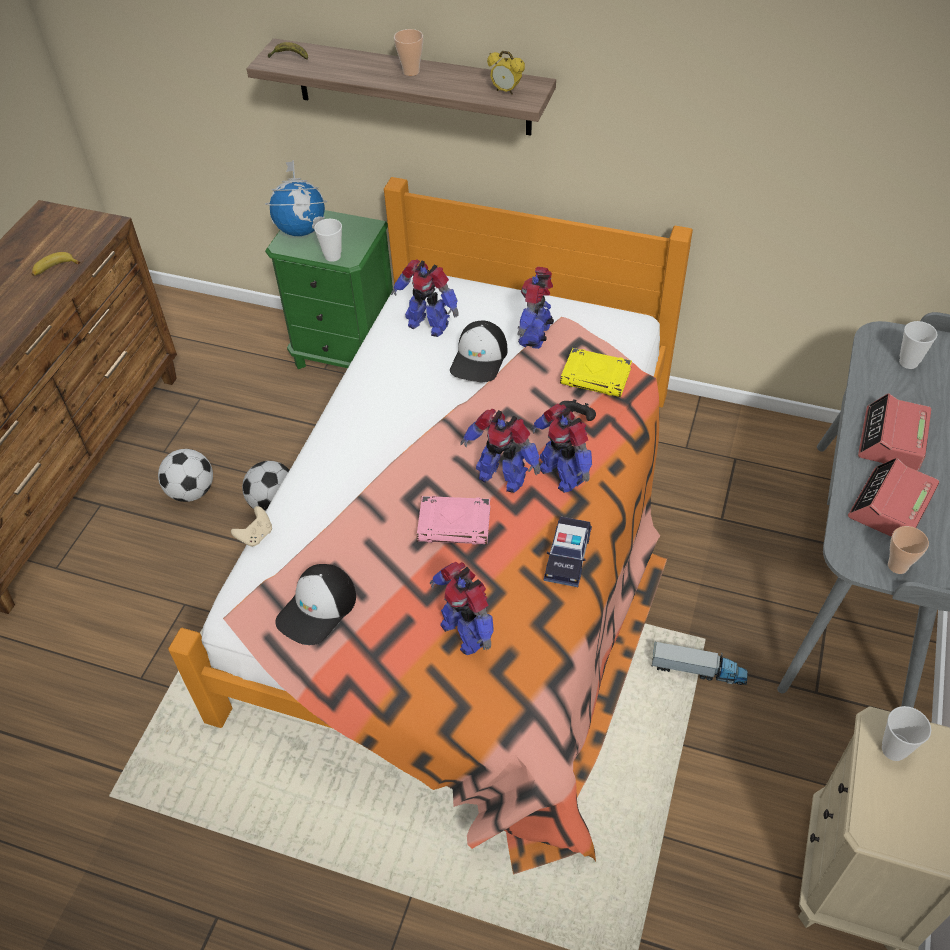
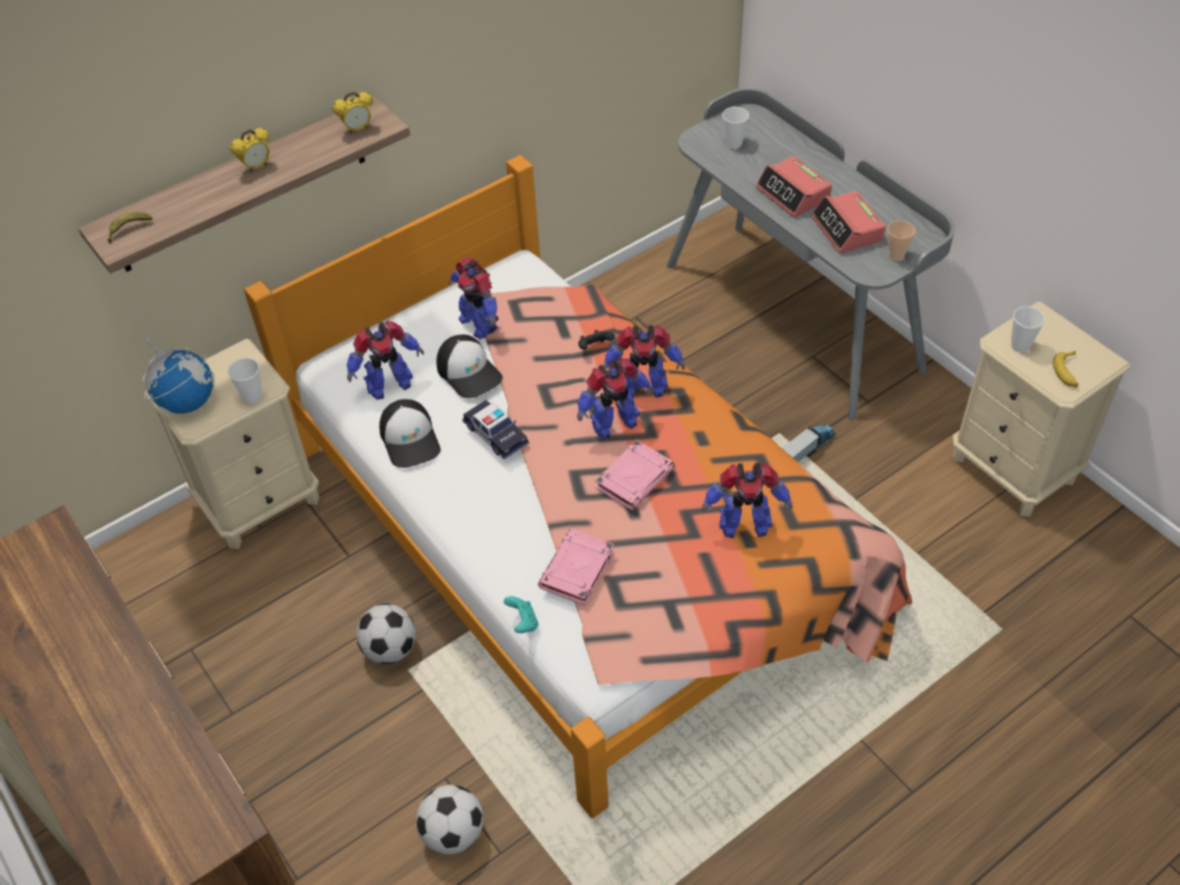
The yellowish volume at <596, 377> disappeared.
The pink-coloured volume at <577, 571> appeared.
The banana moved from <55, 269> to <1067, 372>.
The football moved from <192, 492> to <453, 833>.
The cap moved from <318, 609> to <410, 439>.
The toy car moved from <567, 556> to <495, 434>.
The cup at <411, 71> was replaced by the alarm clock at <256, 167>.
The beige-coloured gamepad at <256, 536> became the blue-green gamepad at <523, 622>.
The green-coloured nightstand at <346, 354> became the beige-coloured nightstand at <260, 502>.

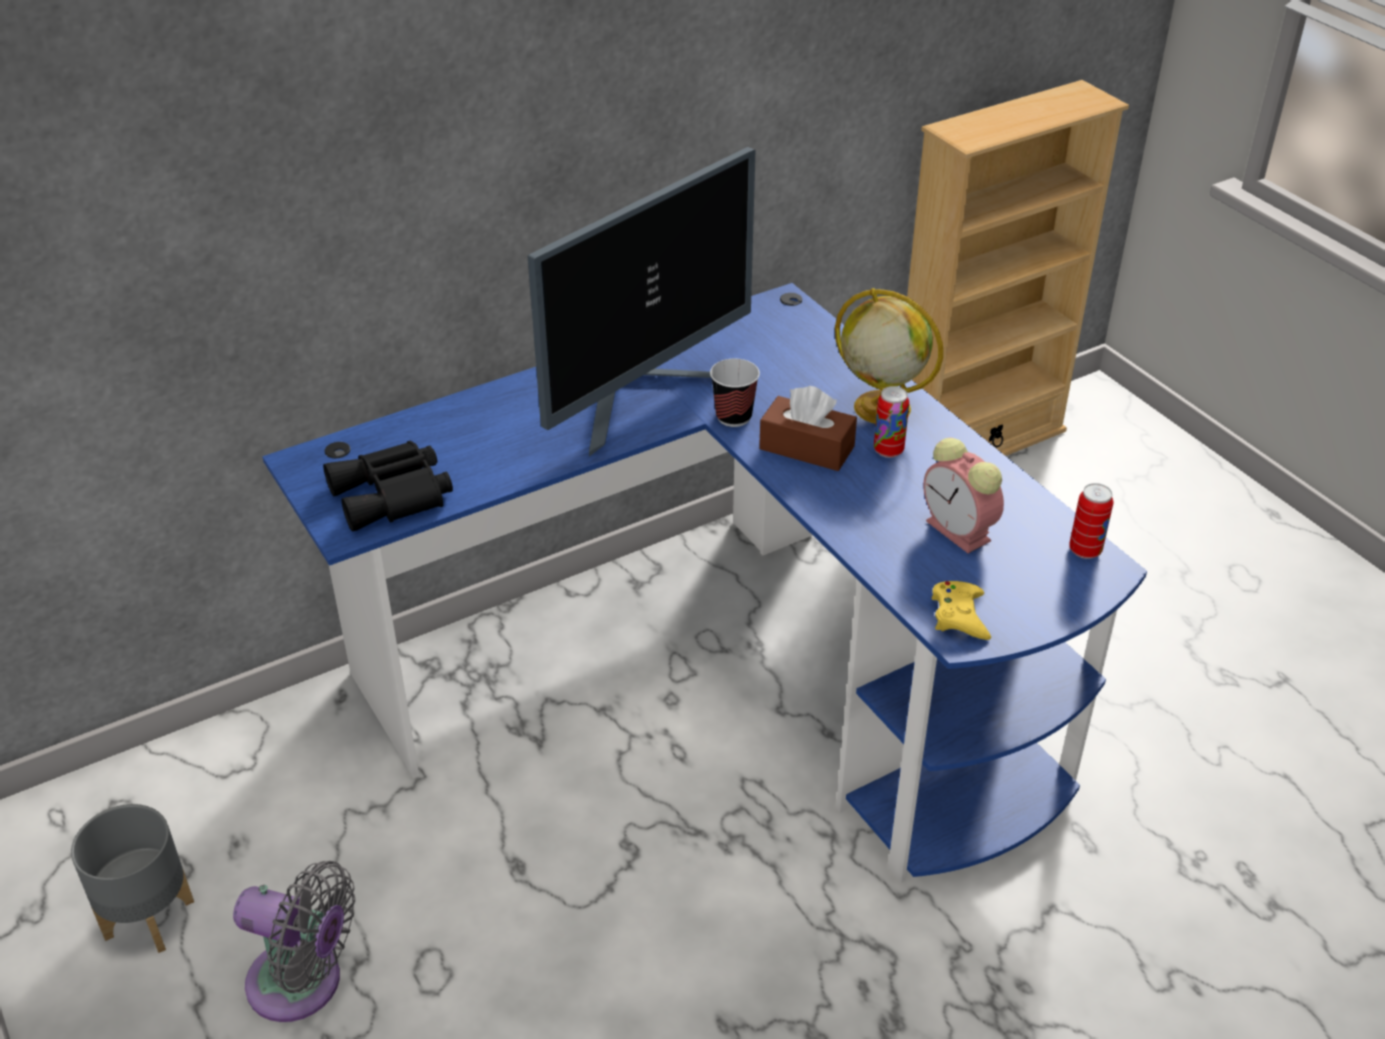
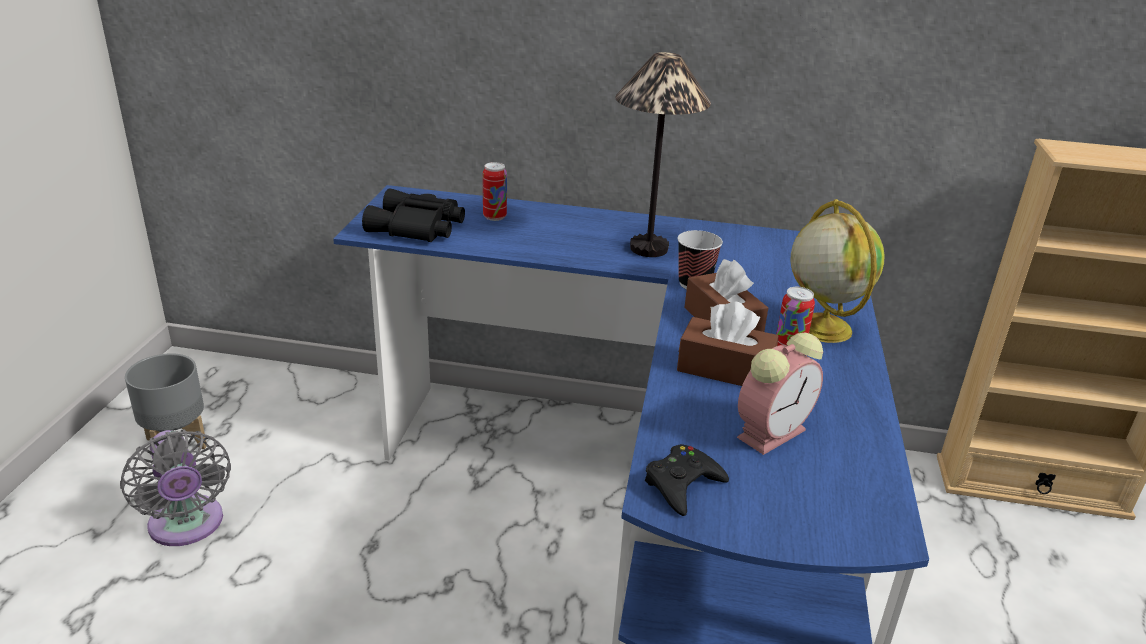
The brown tissue holder at <725, 369> appeared.
The can moved from <1085, 550> to <494, 217>.
The computer display at <644, 395> was replaced by the lamp for a table at <649, 248>.
The yellowish gamepad at <959, 616> became the black gamepad at <682, 485>.
The alarm clock at <961, 532> turned 135 degrees counterclockwise.

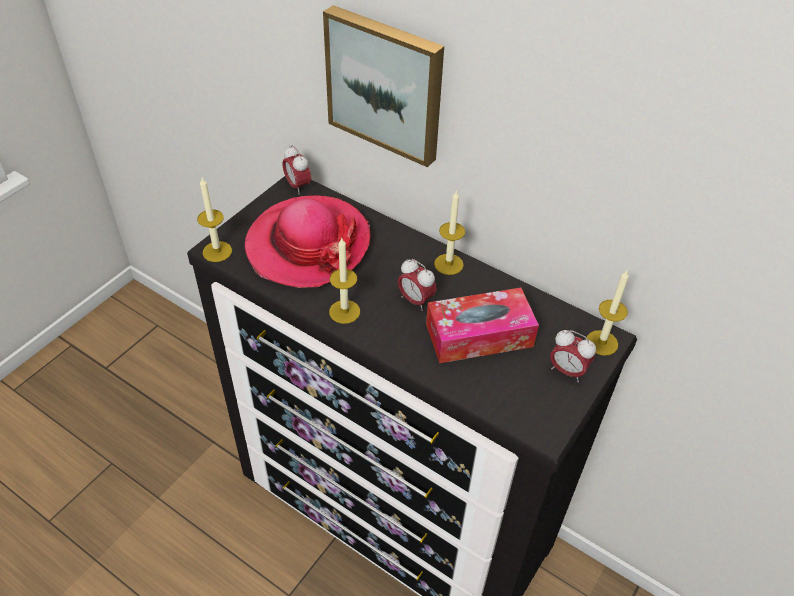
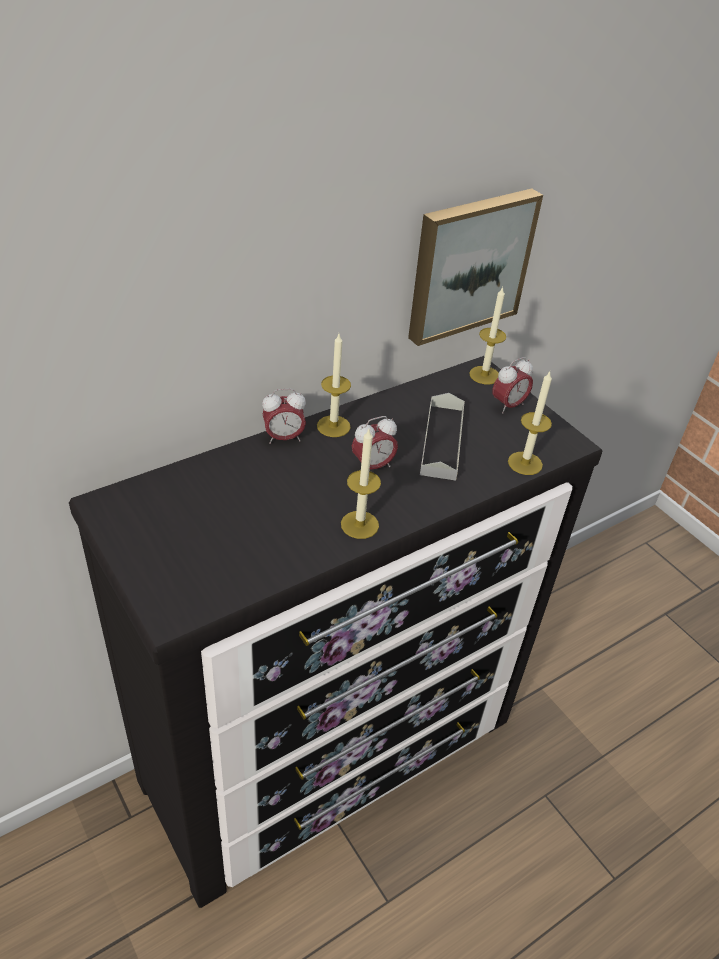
The clothing hat at <307, 244> disappeared.
The wax candle moved from <217, 251> to <525, 463>.
The alarm clock moved from <298, 186> to <284, 438>.
The wall picture moved from <386, 84> to <468, 264>.
The tissue holder at <479, 335> was replaced by the gray tray at <442, 441>.

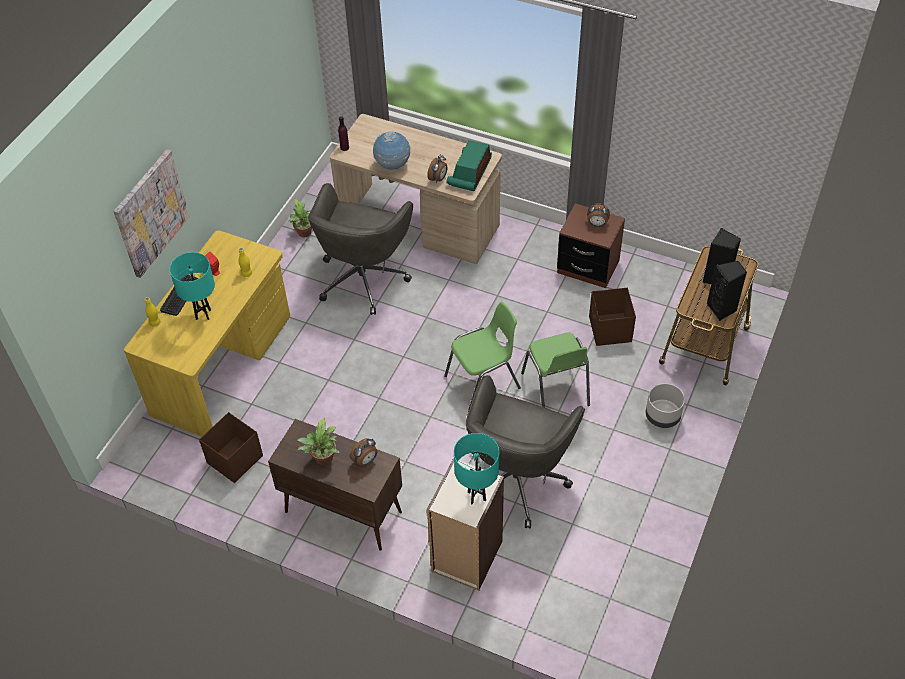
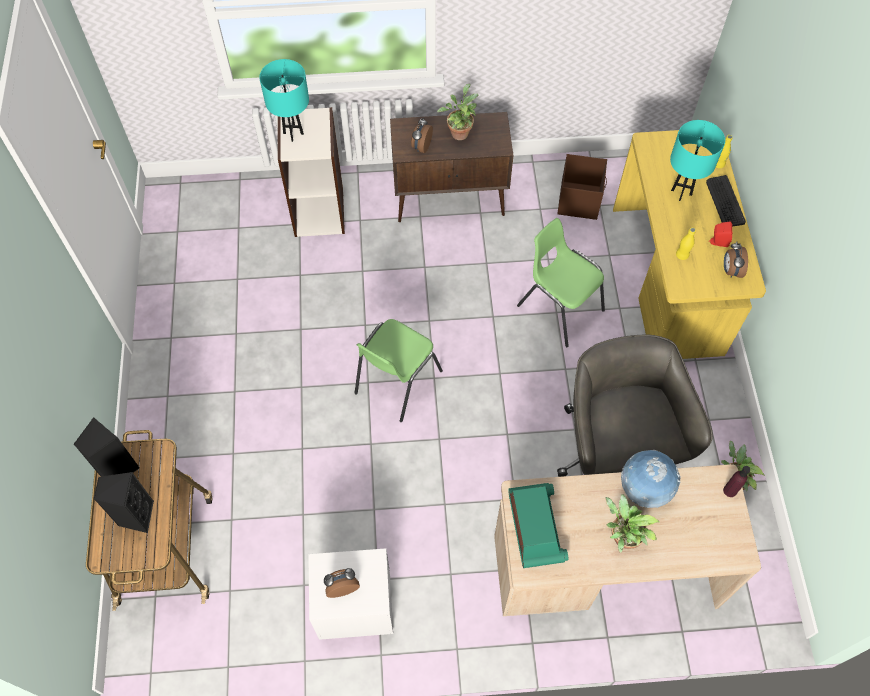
The wall picture at <151, 213> disappeared.
The gray office chair at <517, 478> disappeared.
The brown storage container at <610, 330> disappeared.
The gray planter at <662, 416> disappeared.
The potted plant at <621, 537> appeared.
The alarm clock moved from <438, 179> to <730, 270>.
The green-coloured chair moved from <556, 390> to <559, 308>.
The brown nightstand at <588, 267> became the whitish nightstand at <355, 606>.

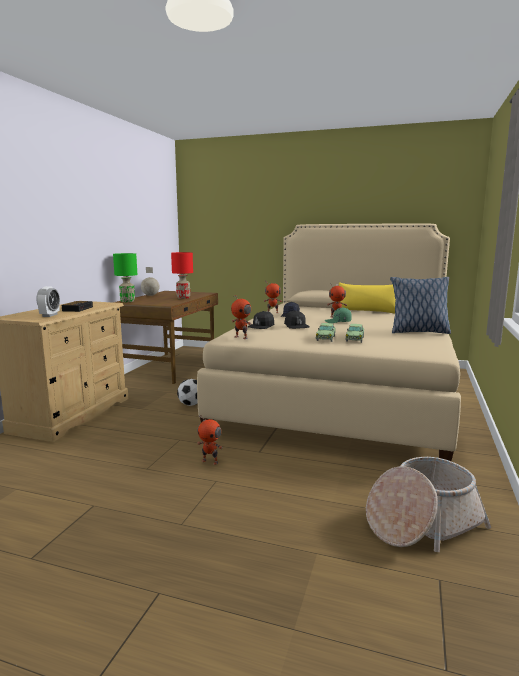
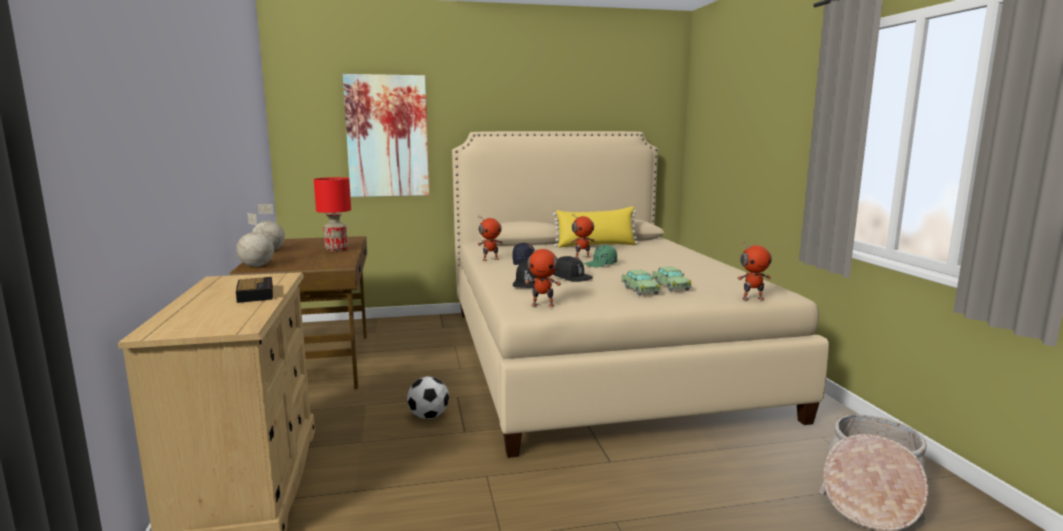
The alarm clock at <50, 315> disappeared.
The throw pillow at <418, 332> disappeared.
The wall picture at <387, 136> appeared.
The toy robot moved from <210, 461> to <752, 298>.
The green-coloured lamp for a table at <127, 301> was replaced by the world globe at <256, 266>.

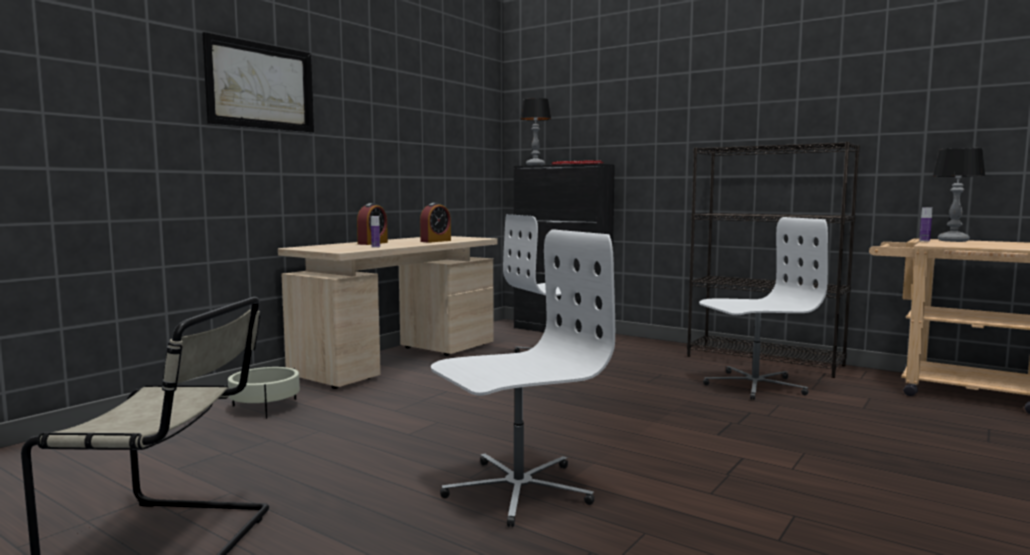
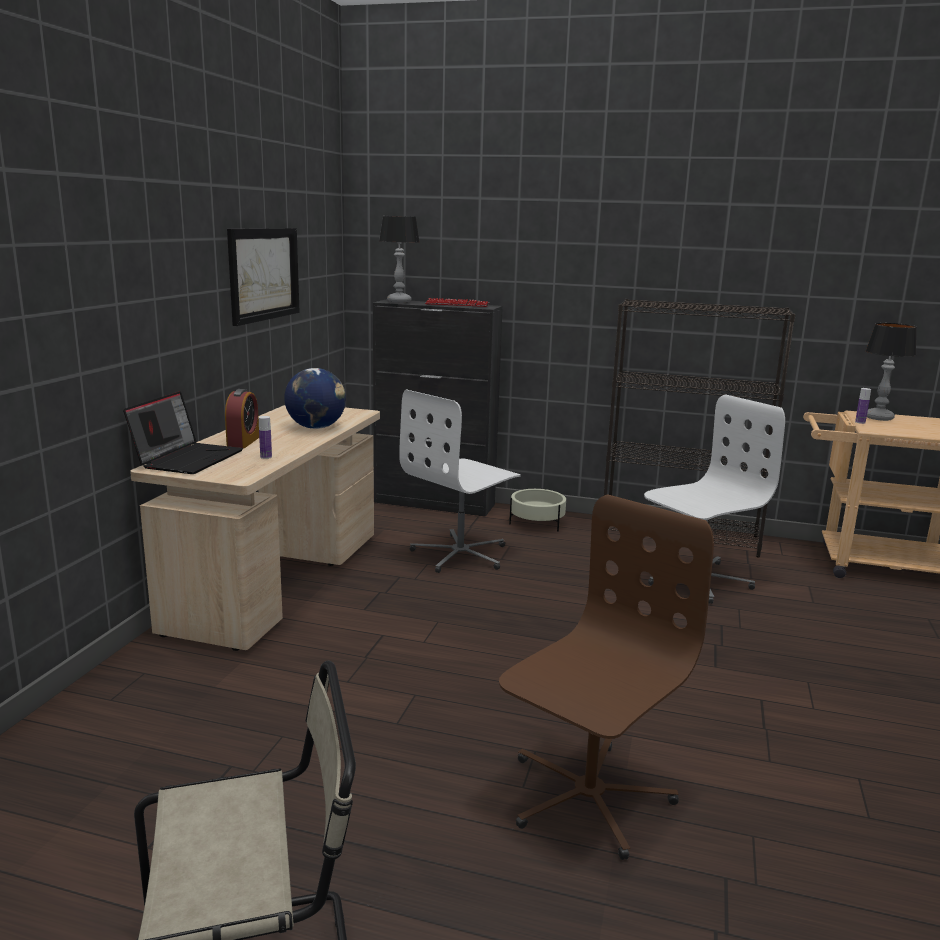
The notebook computer at <188, 458> appeared.
The wall picture moved from <261, 86> to <263, 274>.
The beige-coloured planter moved from <265, 407> to <537, 523>.
The alarm clock at <435, 241> was replaced by the world globe at <316, 427>.
The whitish office chair at <517, 490> became the brown office chair at <587, 797>.

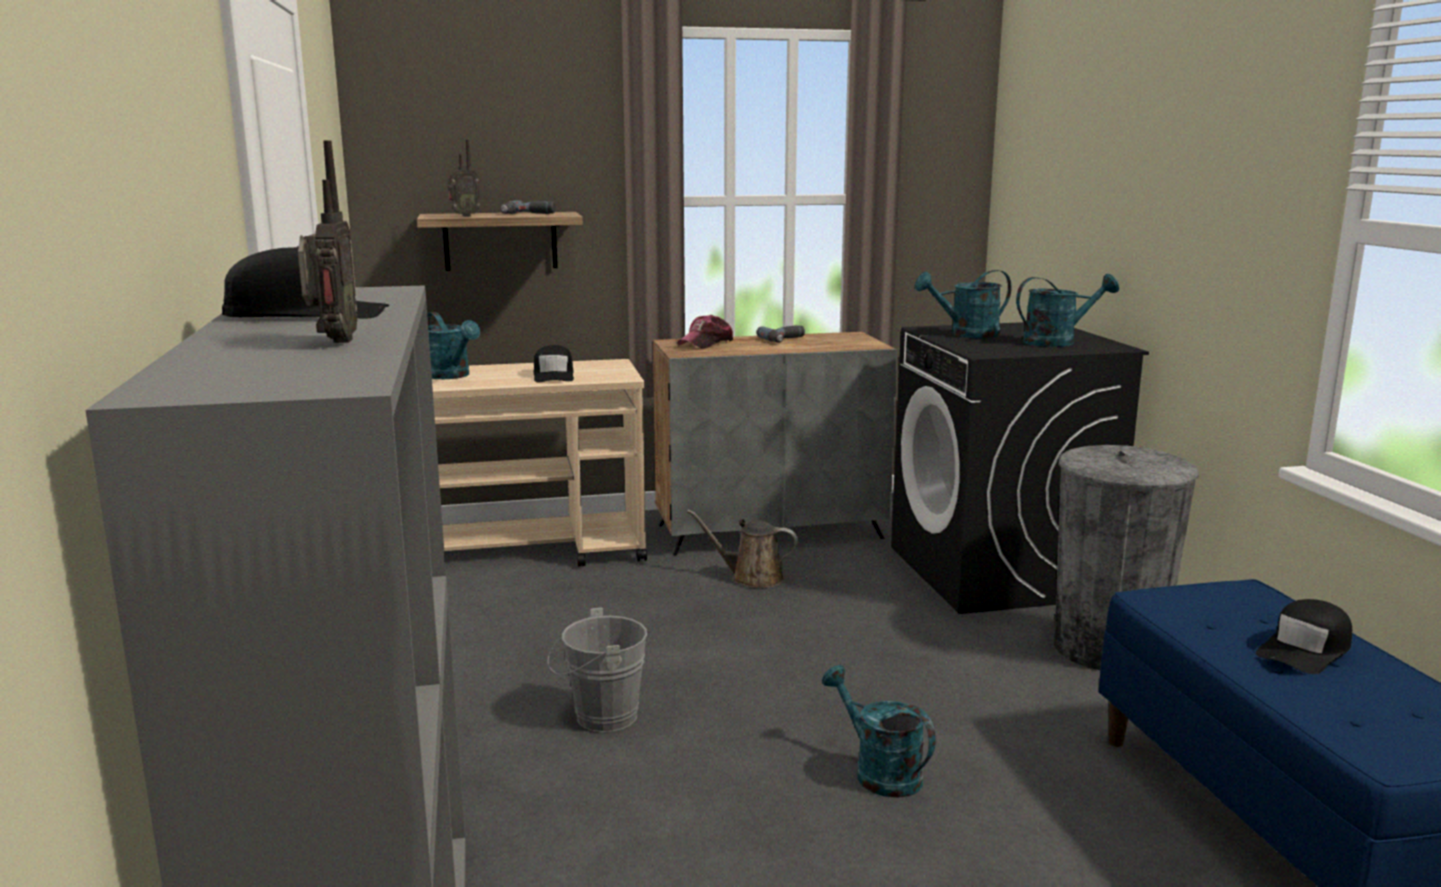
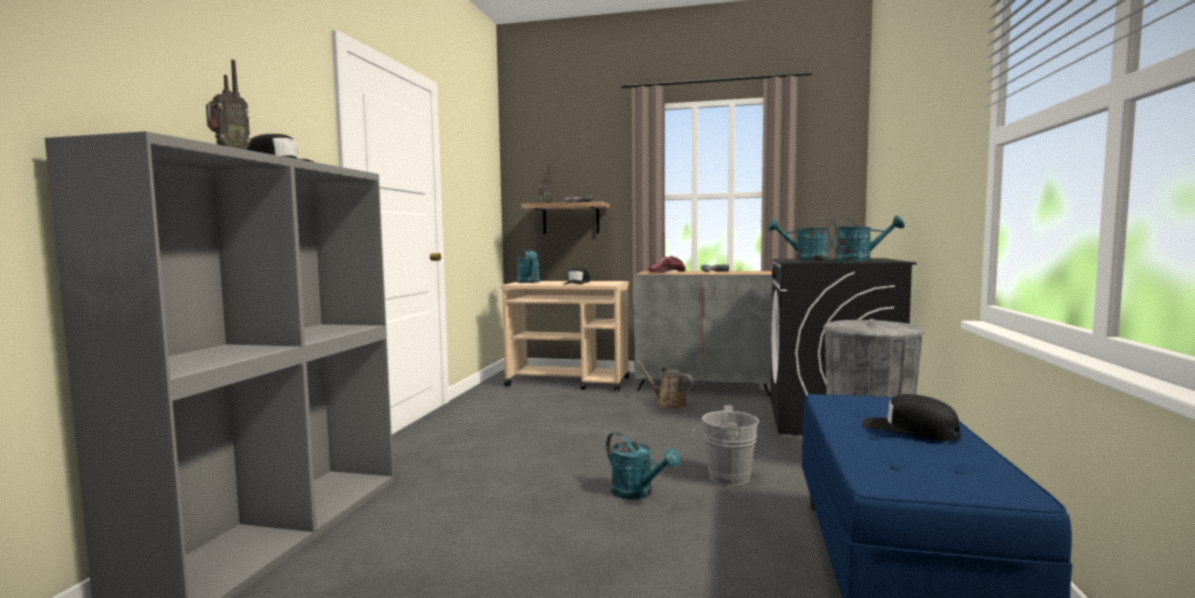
The gray water bucket moved from <599, 717> to <724, 477>.
The blue-green watering pot at <878, 772> turned 150 degrees clockwise.
The black cap at <1305, 650> turned 60 degrees clockwise.

